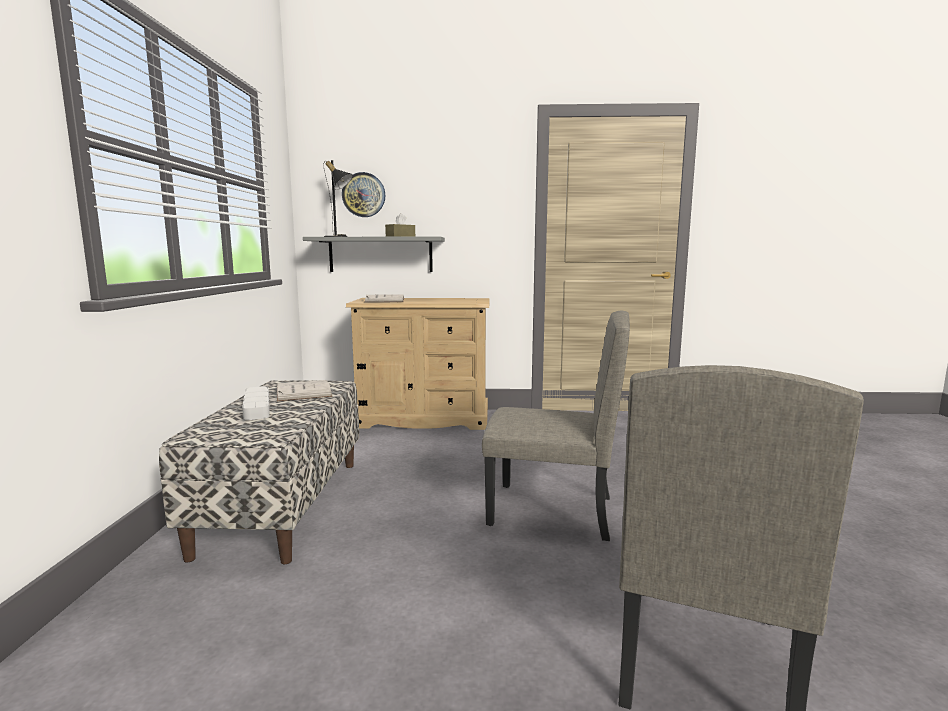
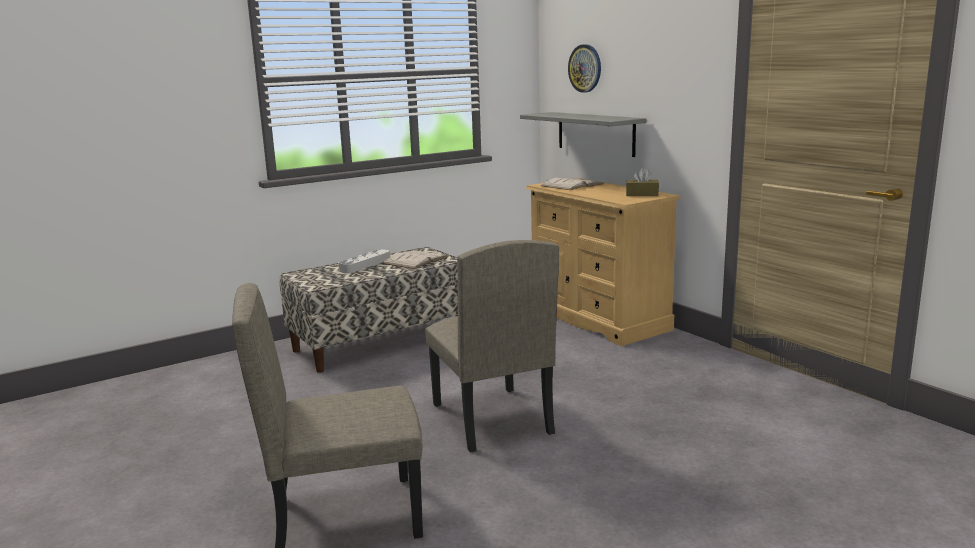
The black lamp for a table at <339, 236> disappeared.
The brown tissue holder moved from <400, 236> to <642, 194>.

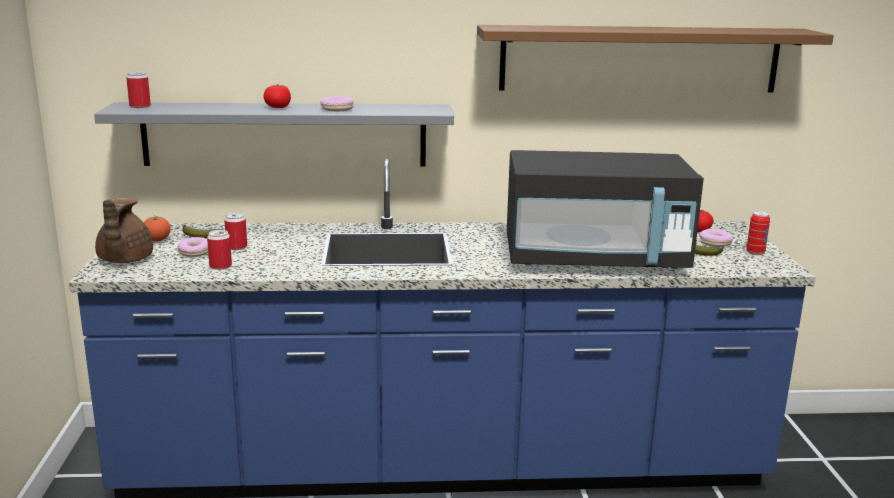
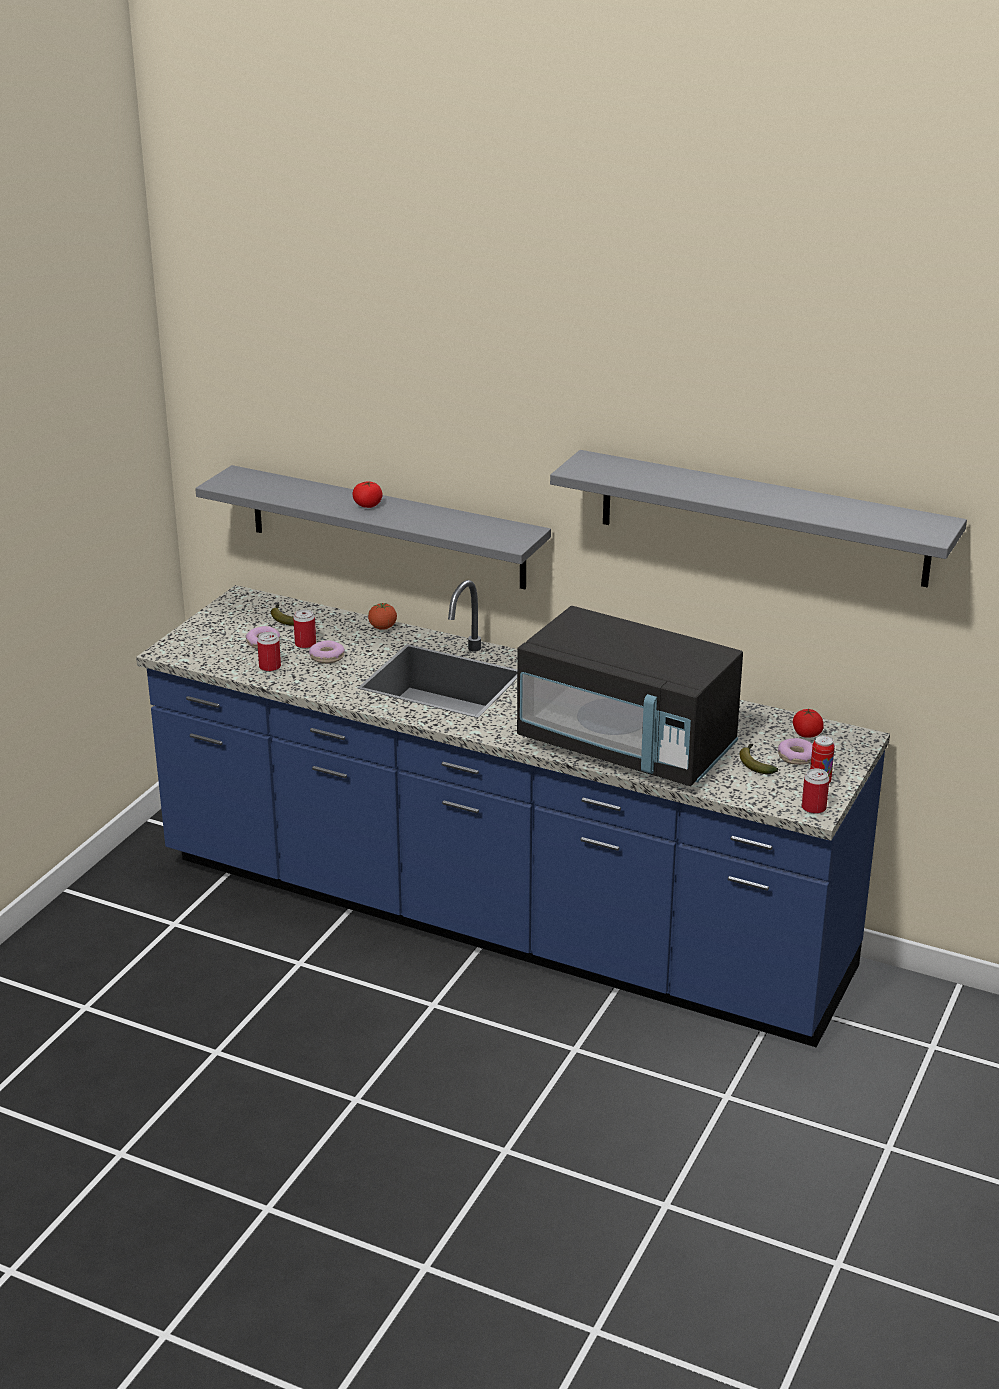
The brown tea pot at <124, 260> disappeared.
The can moved from <140, 106> to <813, 808>.
The fresh tomato moved from <157, 241> to <382, 628>.
The donut moved from <337, 109> to <327, 657>.
The brown bracket shelf at <640, 59> became the gray bracket shelf at <762, 518>.

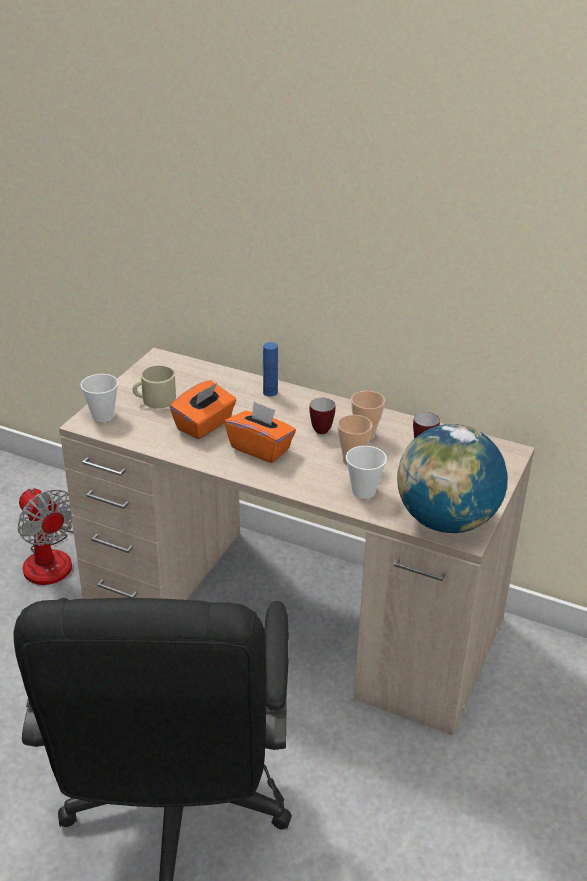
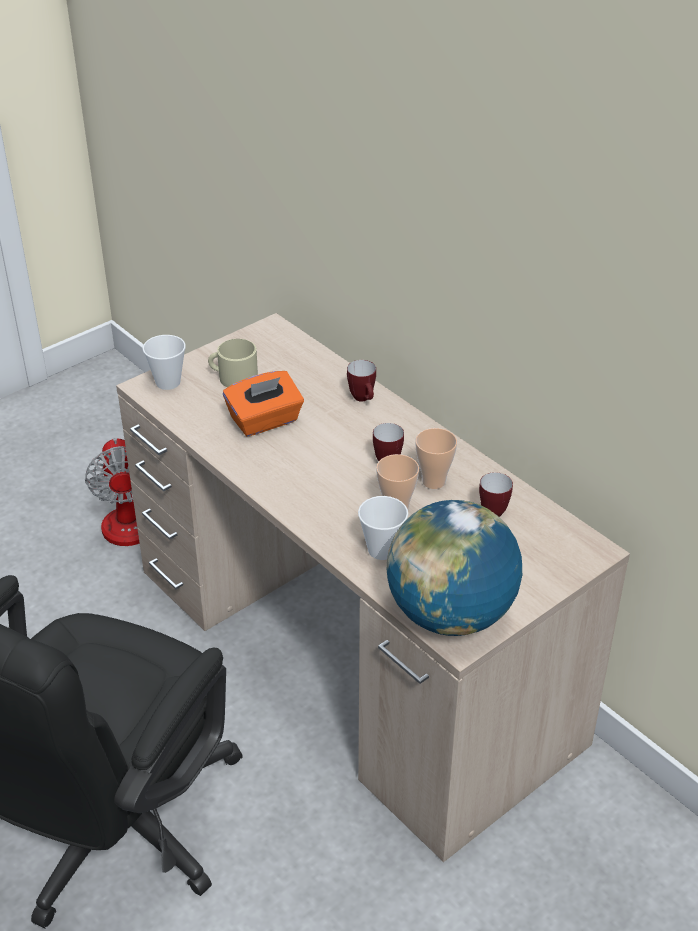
The orangey tissue holder at <260, 448> disappeared.
The bluish beverage bottle at <270, 392> was replaced by the tea mug at <363, 399>.

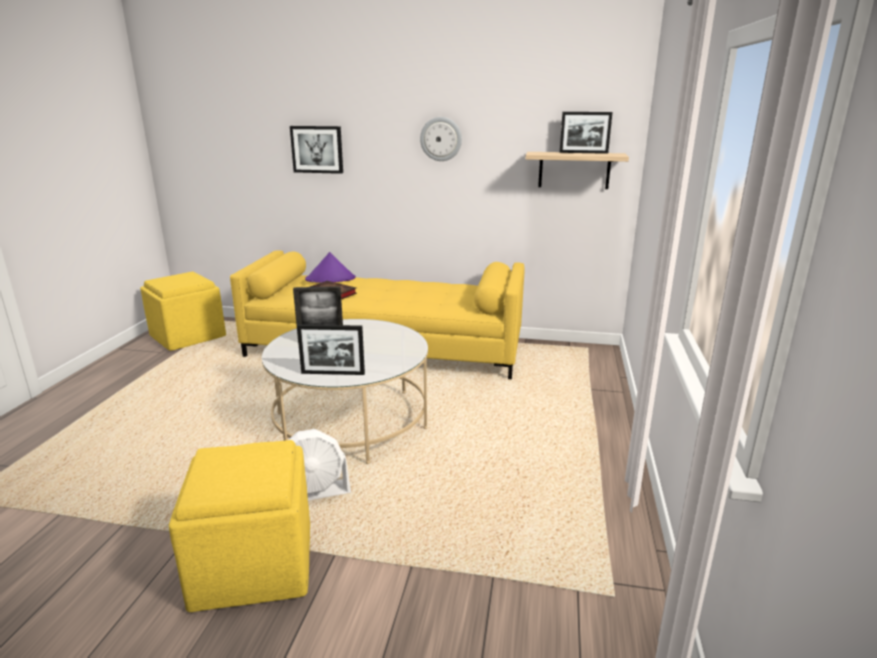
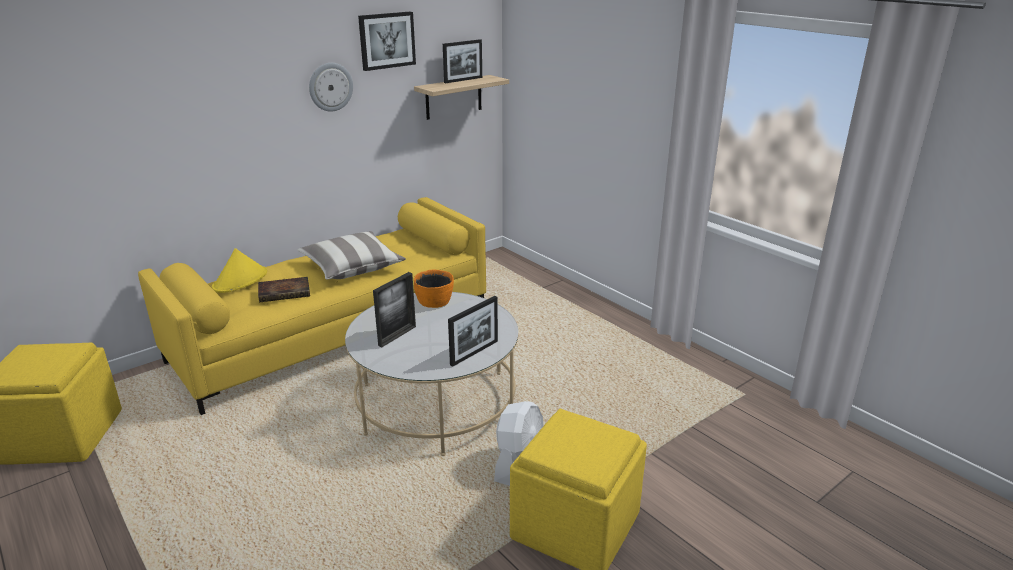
The throw pillow at <352, 268> appeared.
The orangey bowl at <435, 300> appeared.
The wall picture moved from <317, 149> to <386, 40>.
The purplish clothing hat at <330, 279> became the yellowish clothing hat at <240, 280>.

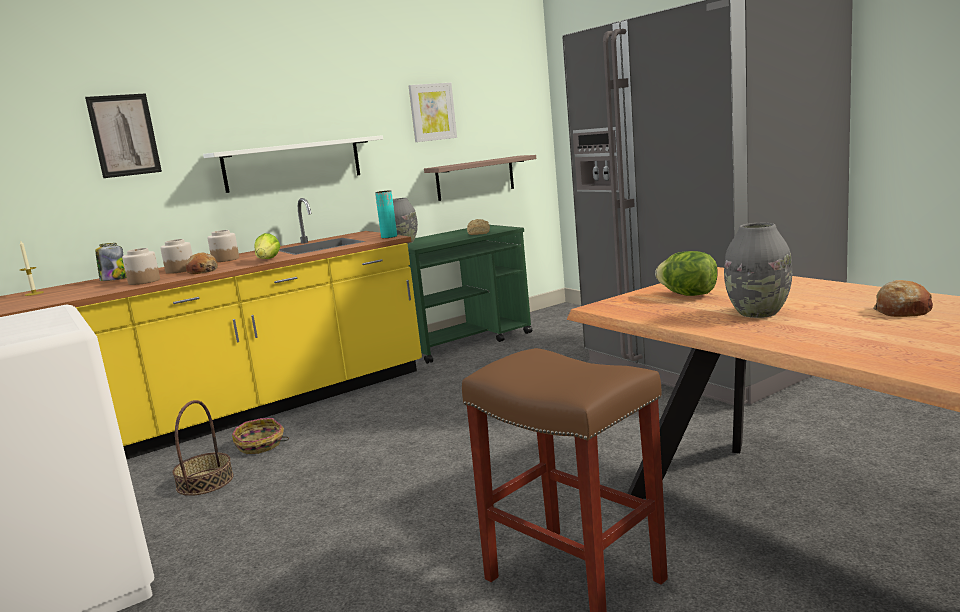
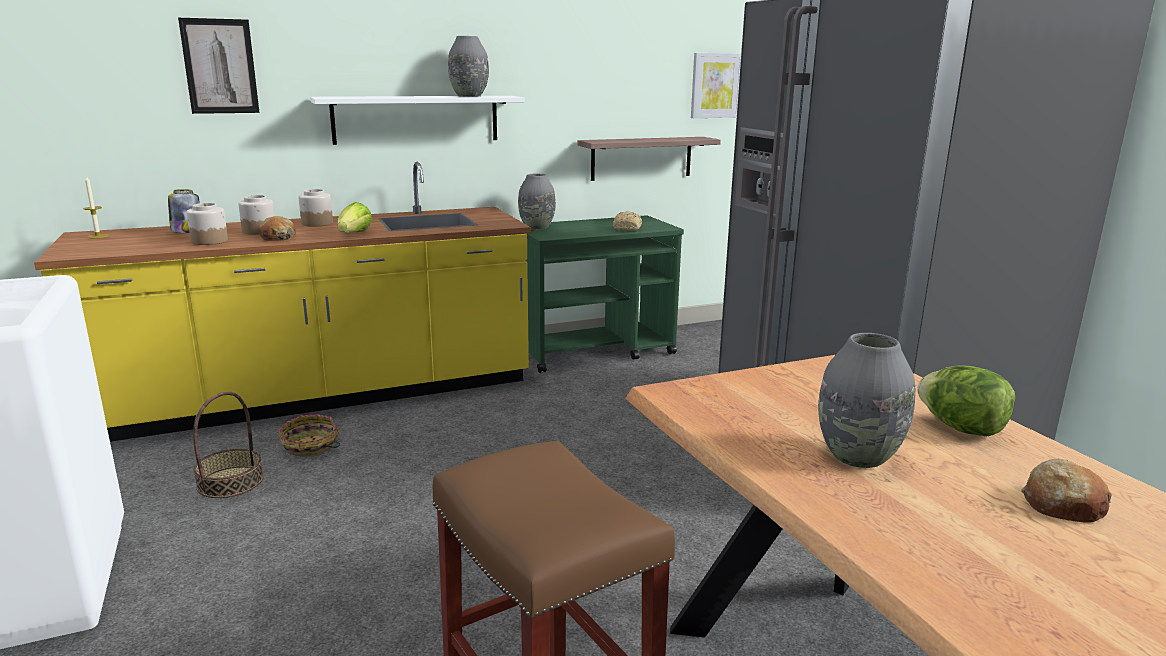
The blue-green flower vase at <389, 237> disappeared.
The gray flower vase at <468, 96> appeared.
The wall picture moved from <432, 112> to <715, 85>.
The lettuce moved from <688, 295> to <961, 428>.

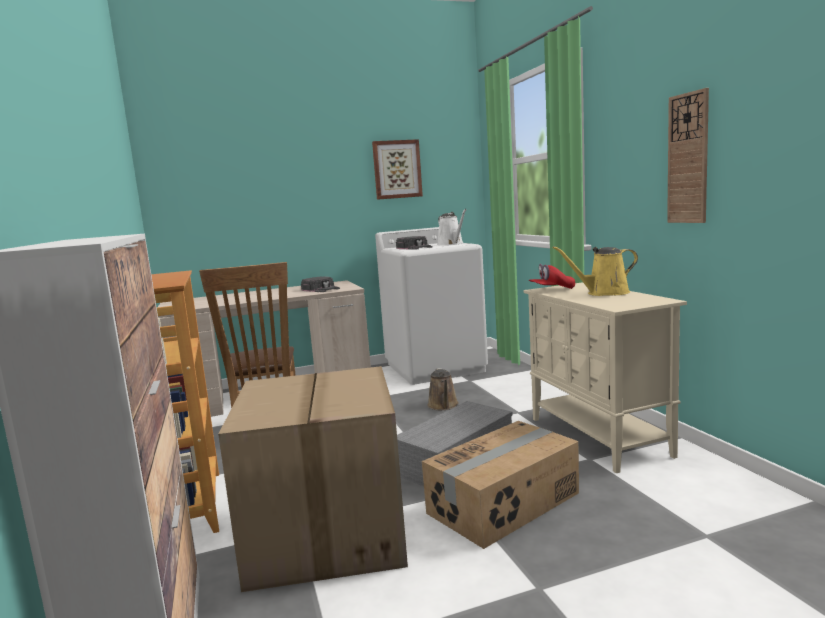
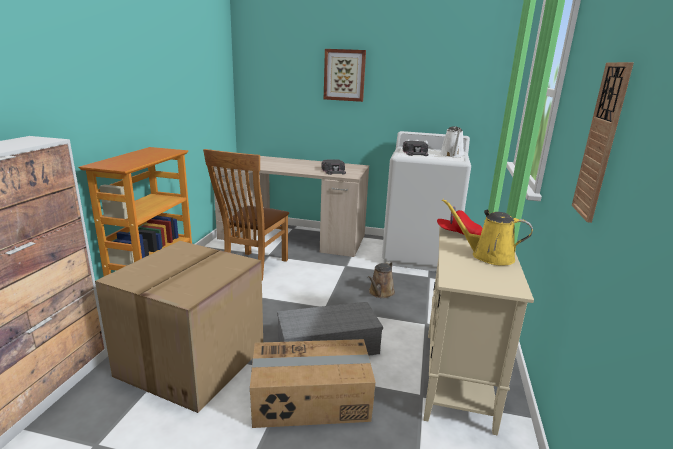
The wall picture moved from <397, 169> to <344, 75>.

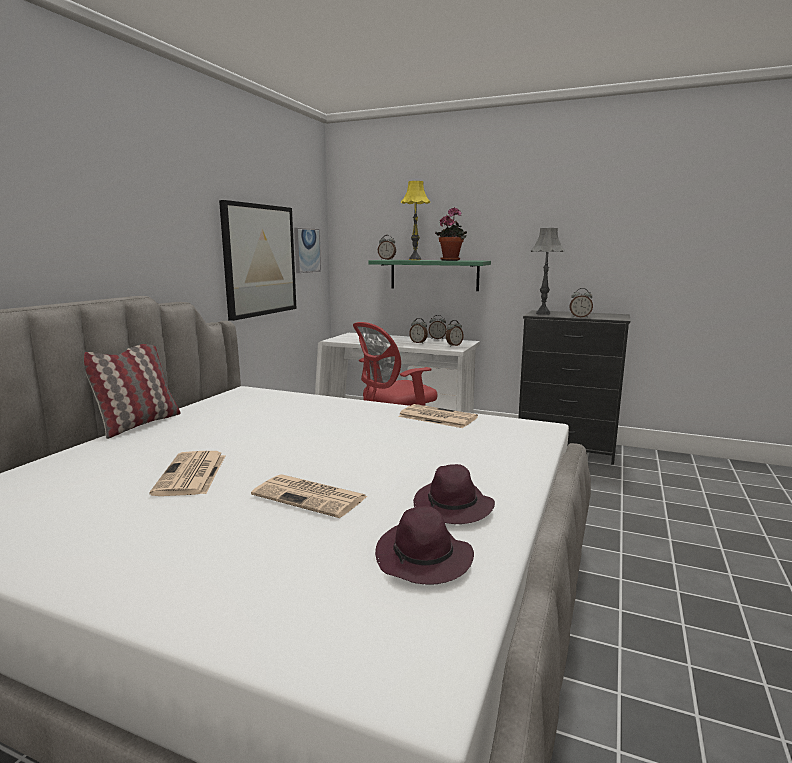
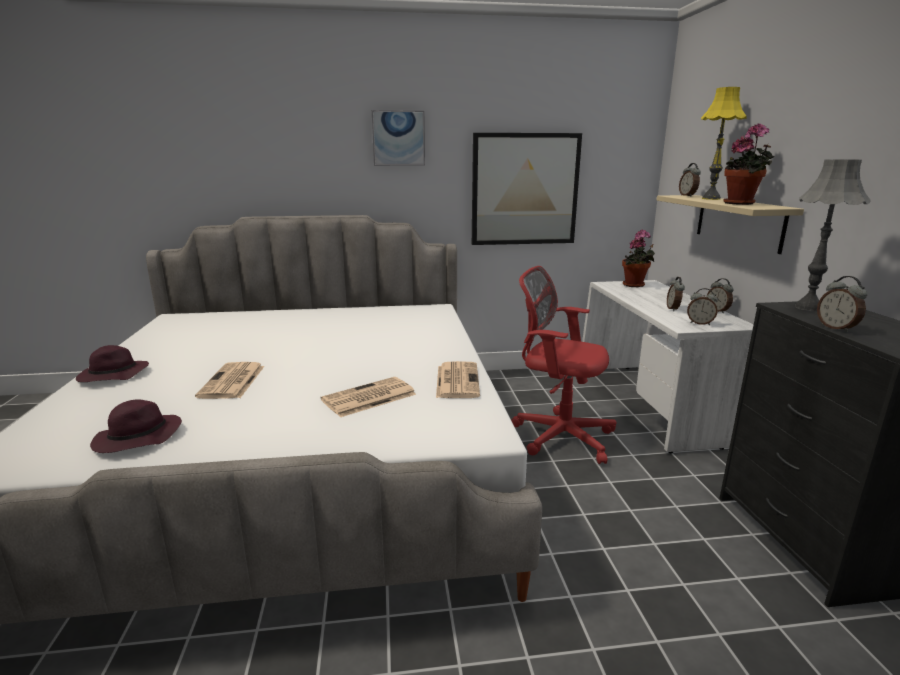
The throw pillow at <138, 424> disappeared.
The potted plant at <635, 285> appeared.
The daily paper moved from <191, 475> to <368, 398>.
The wall picture moved from <306, 250> to <398, 138>.
The purplish clothing hat moved from <453, 508> to <113, 376>.
The green-coloured bracket shelf at <434, 275> became the beige-coloured bracket shelf at <738, 222>.

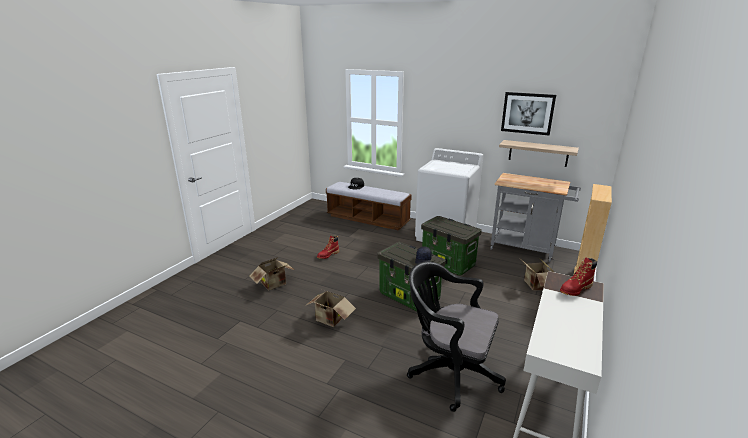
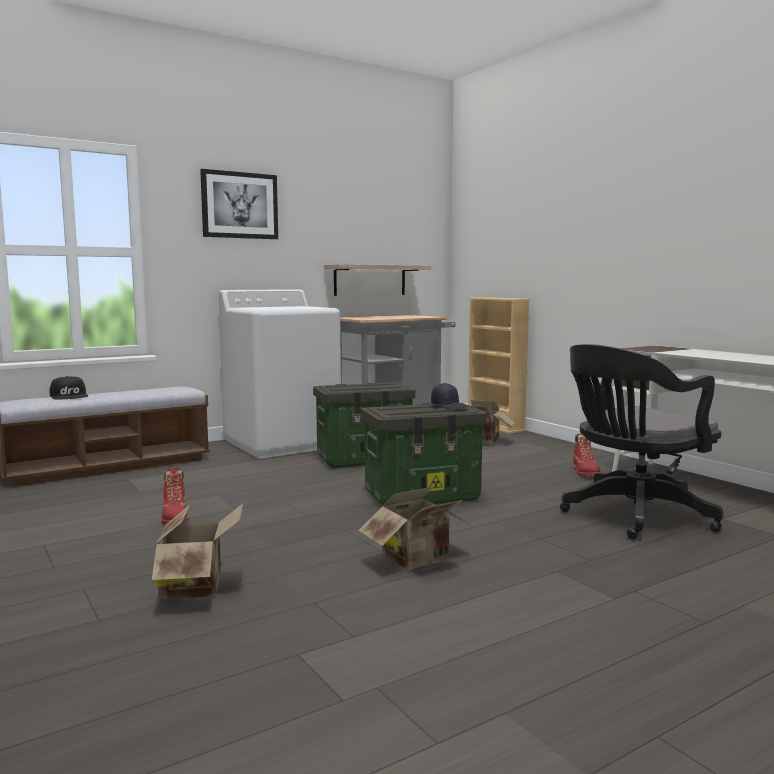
The wall picture moved from <527, 113> to <239, 205>.
The red tall boot moved from <575, 289> to <585, 473>.

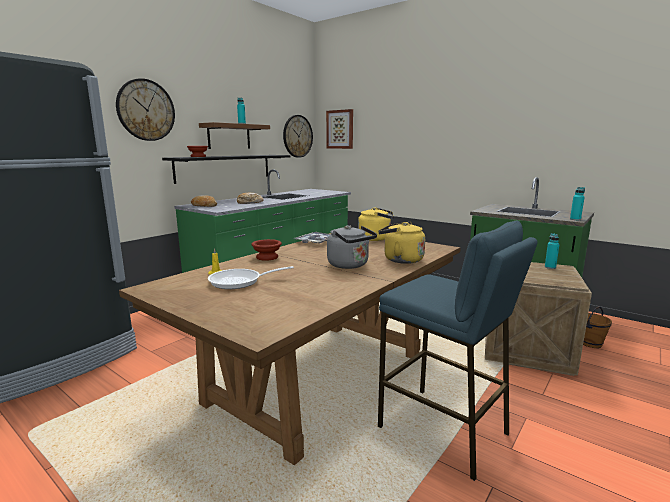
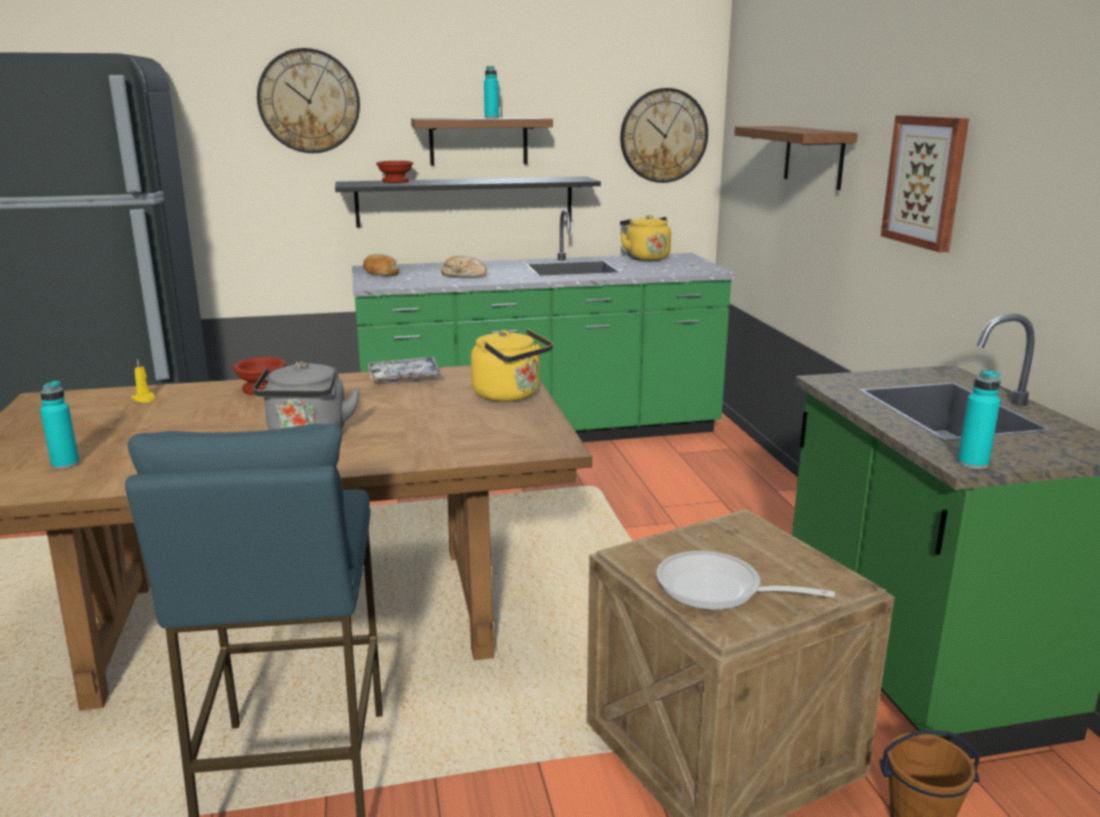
The bracket shelf at <813, 156> appeared.
The frying pan moved from <240, 282> to <718, 590>.
The wall picture moved from <340, 129> to <926, 181>.
The yellowish water kettle moved from <400, 260> to <645, 258>.
The blue-green beverage bottle moved from <550, 267> to <65, 464>.

